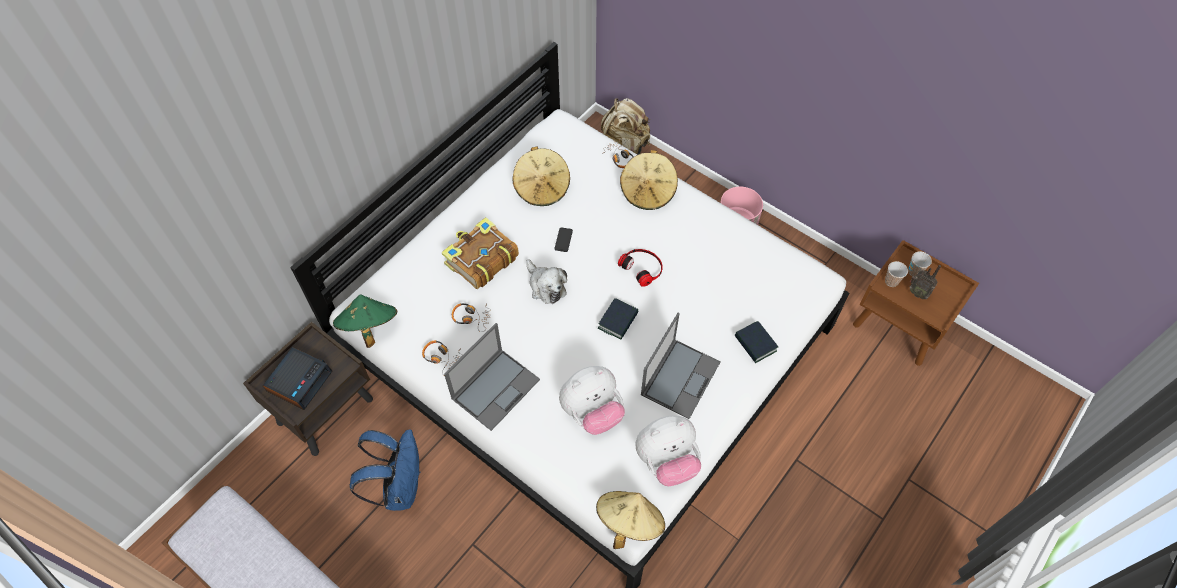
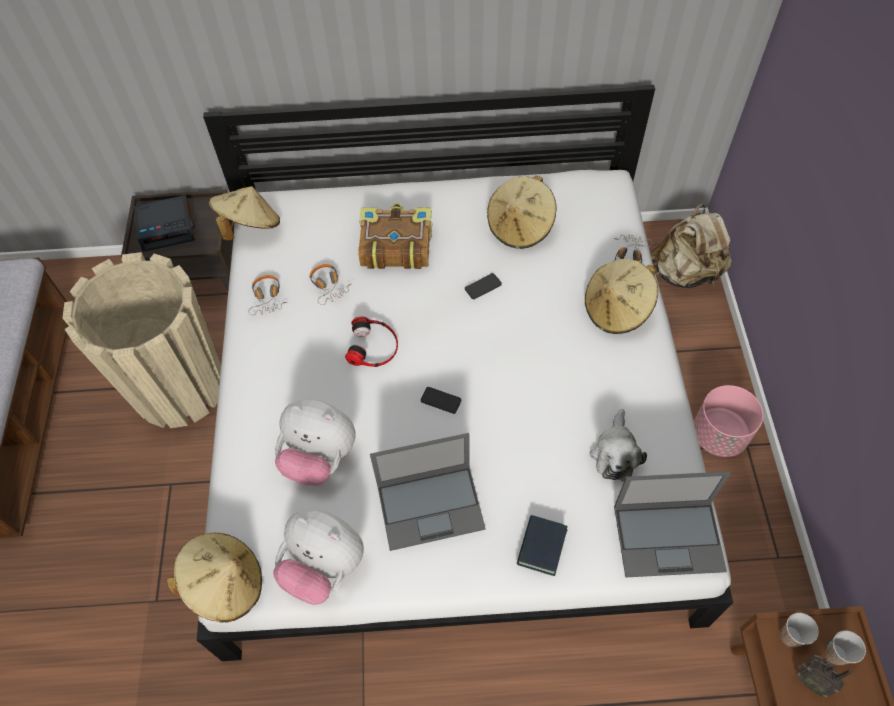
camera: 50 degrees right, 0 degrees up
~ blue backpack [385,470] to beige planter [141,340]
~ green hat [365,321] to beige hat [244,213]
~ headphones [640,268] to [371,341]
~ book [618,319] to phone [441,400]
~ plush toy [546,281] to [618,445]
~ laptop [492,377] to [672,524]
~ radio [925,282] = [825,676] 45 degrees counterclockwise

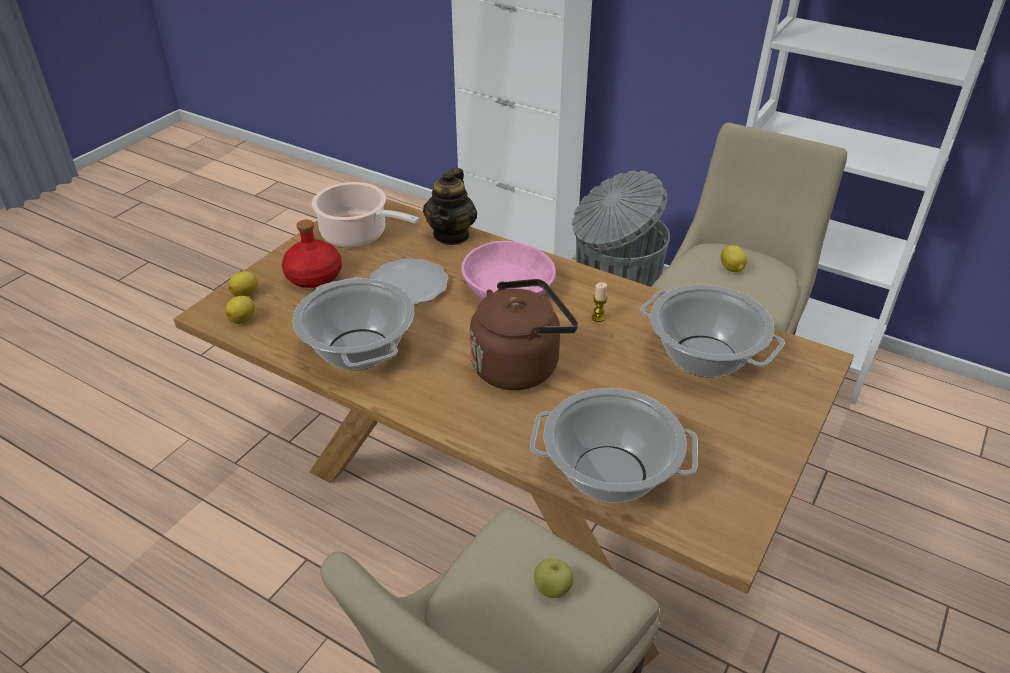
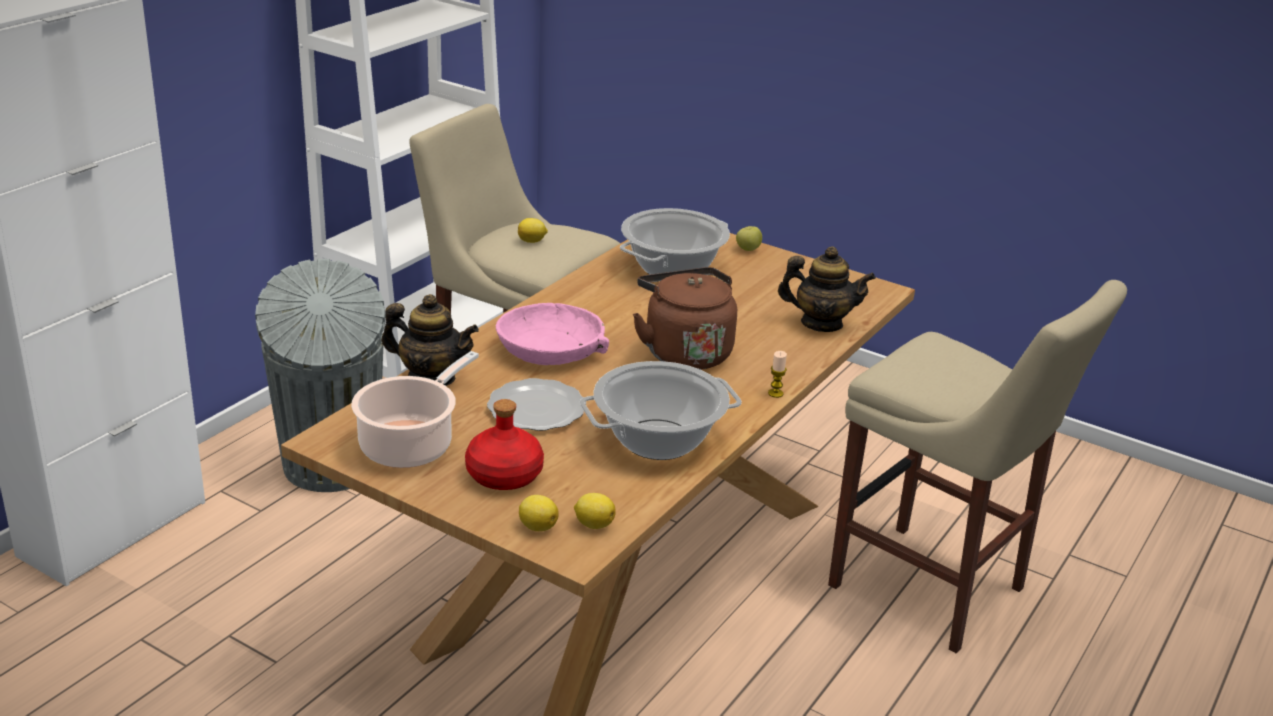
camera: 90 degrees left, 10 degrees down
~ apple [554,578] to [749,238]
~ candle [599,302] to [777,374]
~ cooking pot [614,445] to teapot [827,289]

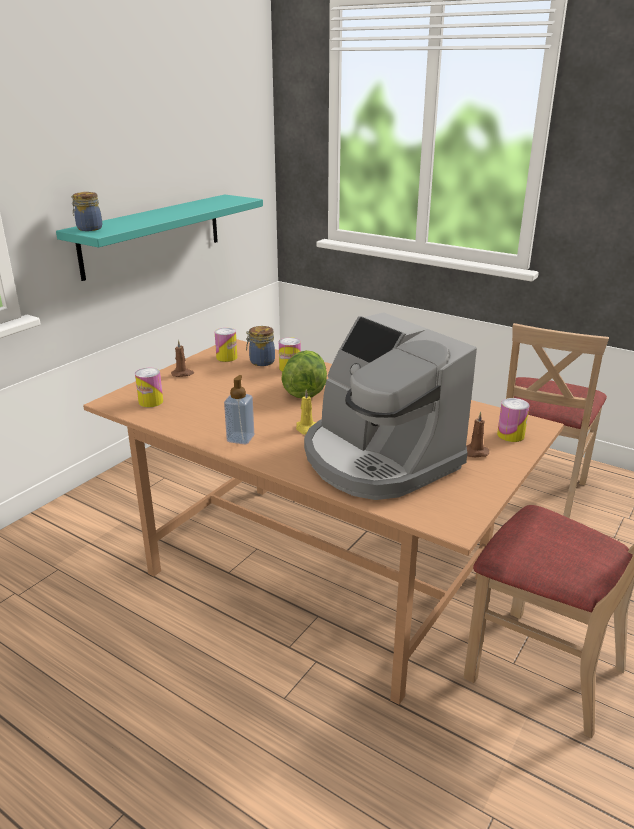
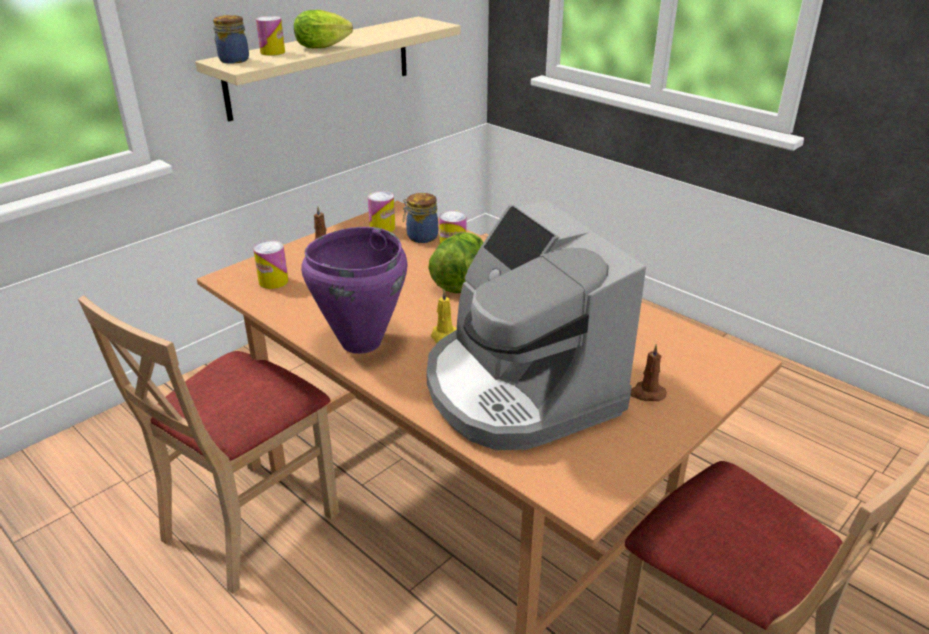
camera: 10 degrees right, 5 degrees up
~ beige chair [557,420] to [208,445]
~ turquoise shelf [159,237] to beige shelf [328,69]
~ can [513,420] to [270,36]
+ lettuce [323,29]
~ soap dispenser [239,409] to purple cooking pot [354,290]

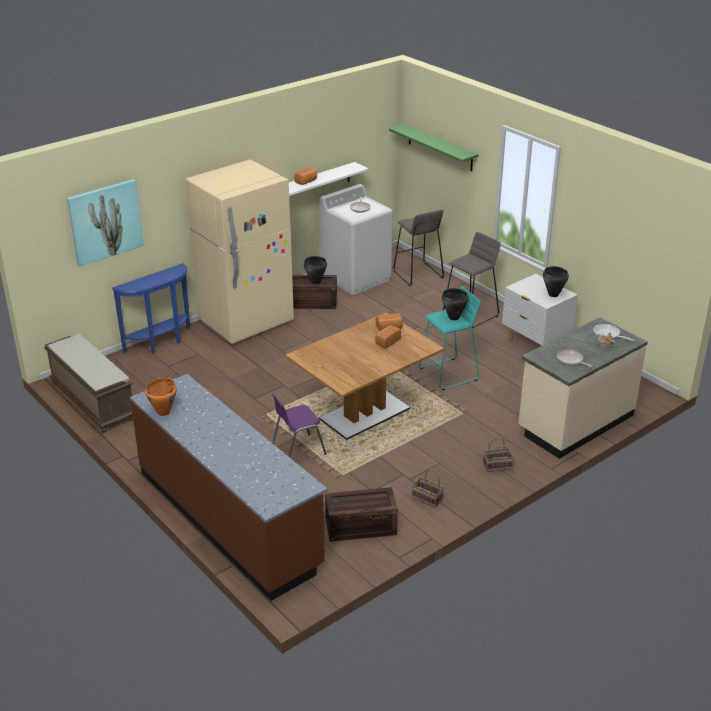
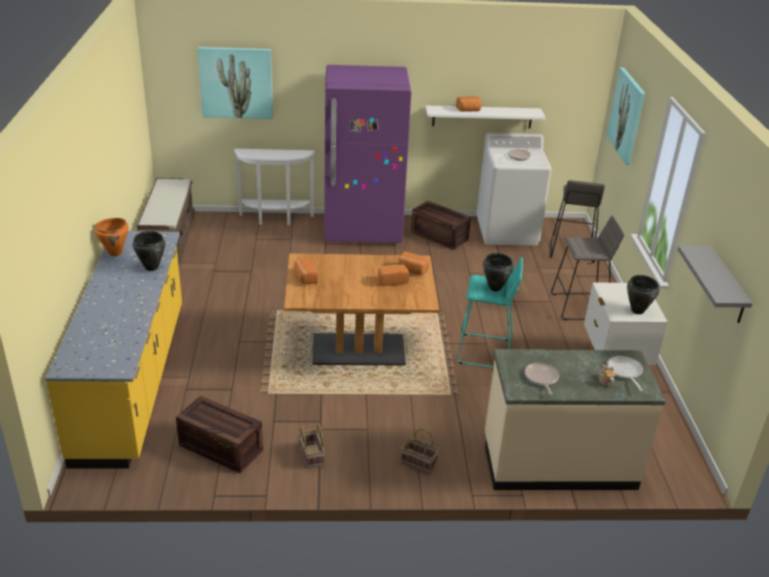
camera: 35 degrees right, 0 degrees up
~ brown counter [229,487] to yellow counter [113,350]
~ black cooking pot [315,270] to [149,251]
~ blue console table [151,308] to white console table [274,187]
+ bread [306,271]
~ beige fridge [239,252] to purple fridge [367,154]
~ green shelf [434,147] to picture [626,116]
+ grey shelf [715,284]
- purple chair [299,425]

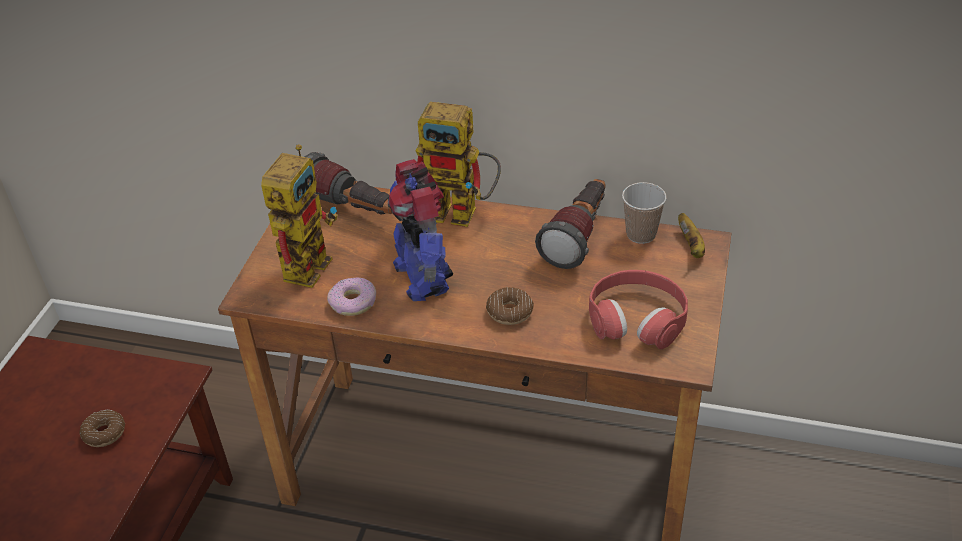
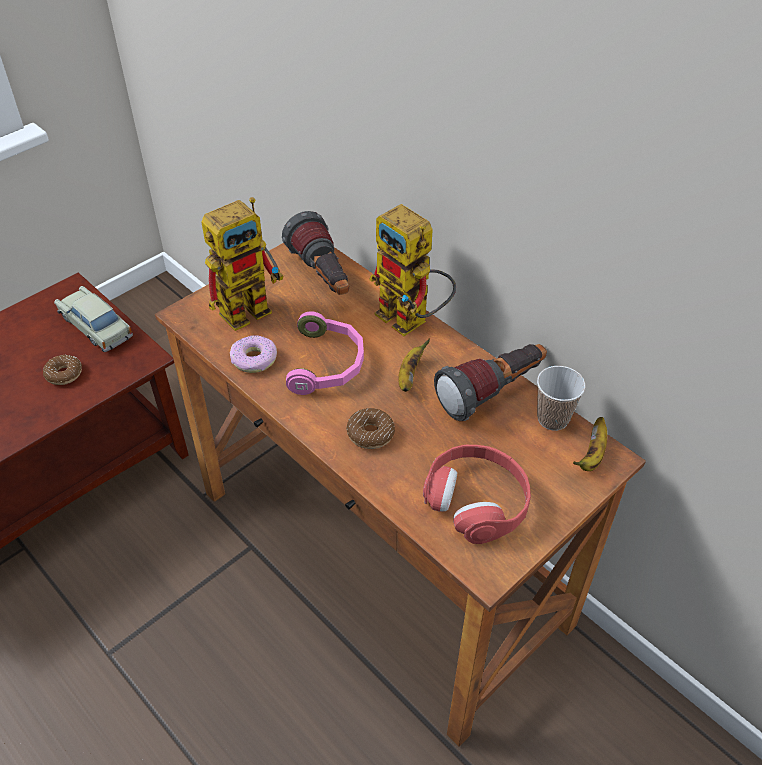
camera: 30 degrees right, 5 degrees up
+ beige toy car [93,319]
~ toy robot [420,230] to pink headphones [325,353]
+ banana [414,365]

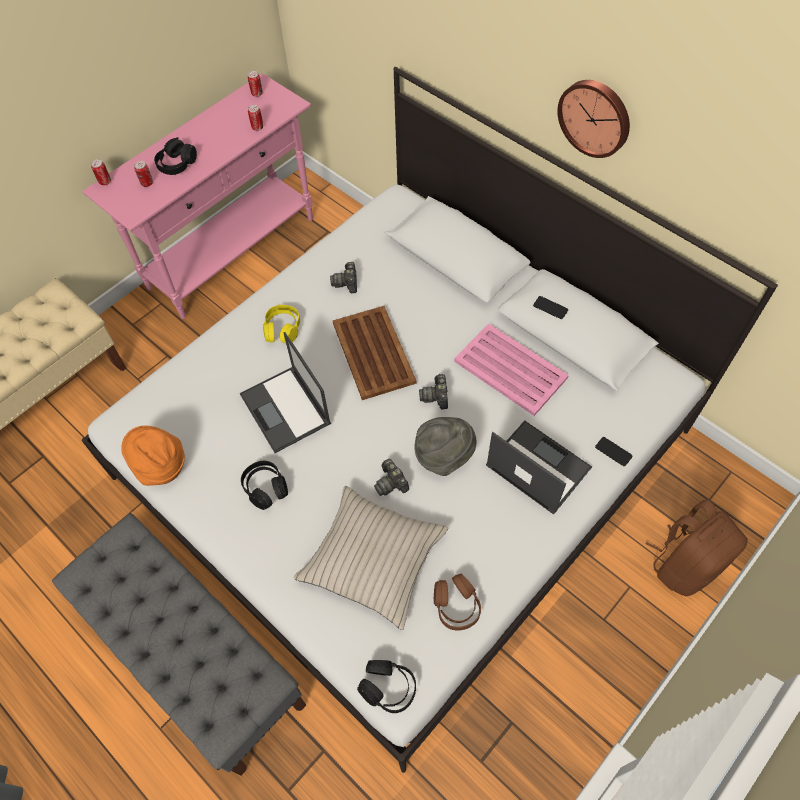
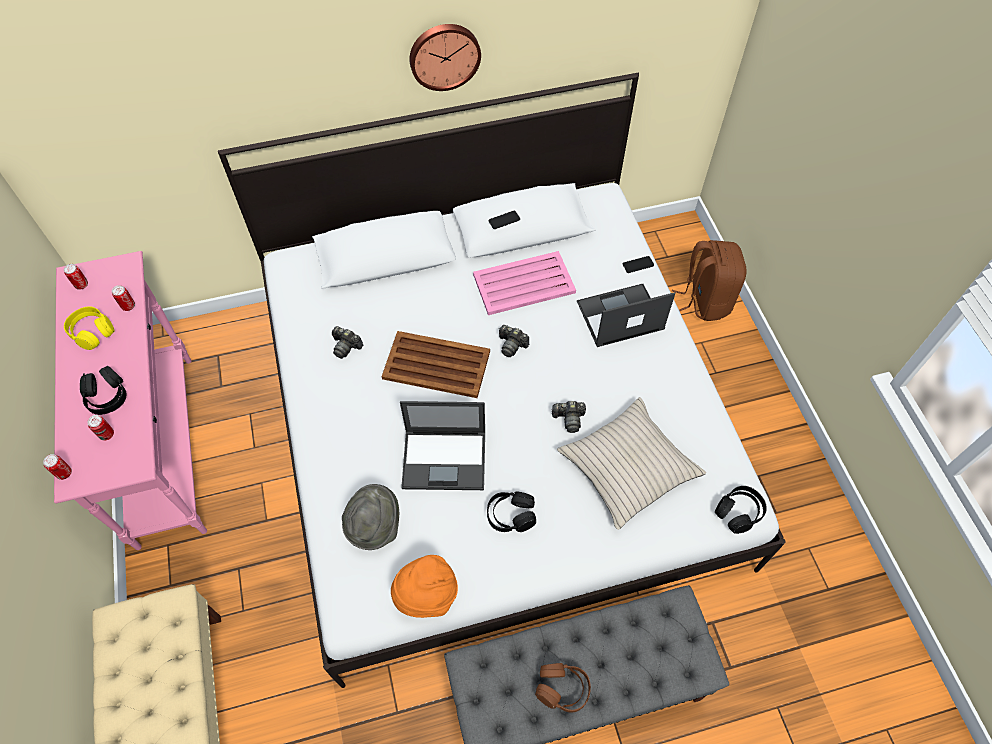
camera: 60 degrees left, 0 degrees up
~ yellow headphones [281,324] to [89,328]
~ grey hat [445,446] to [370,517]
~ brown headphones [457,602] to [563,688]

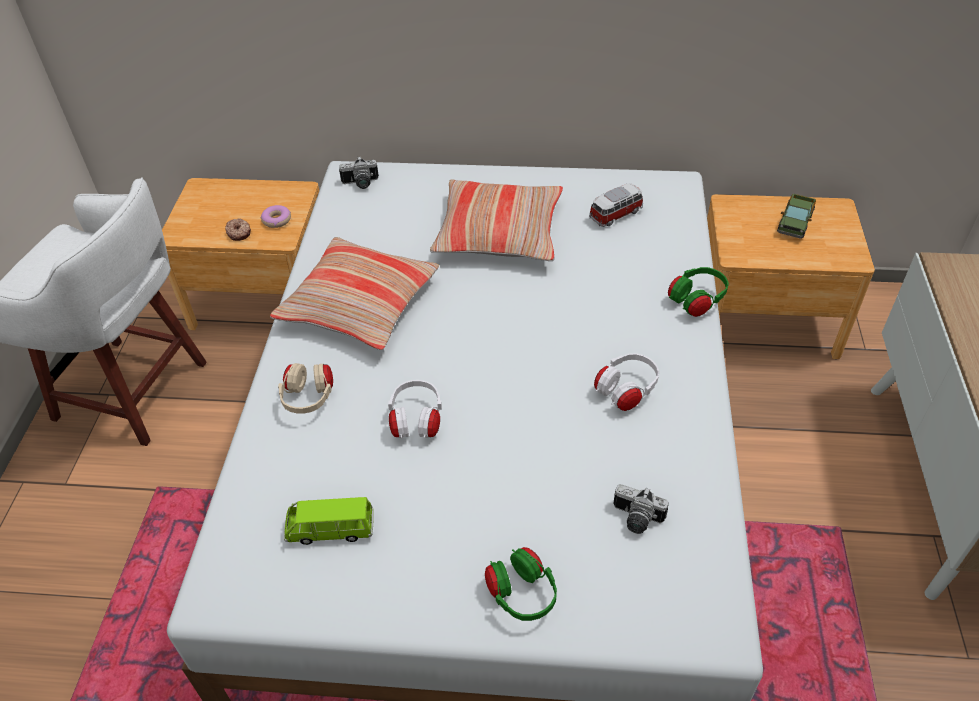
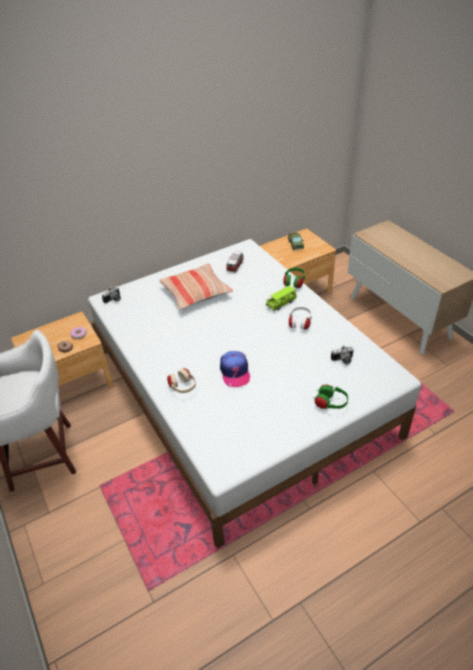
camera: 35 degrees left, 5 degrees down
~ white headphones [415,409] to cap [235,369]
~ green toy car [329,521] to [281,298]
- pillow [354,293]

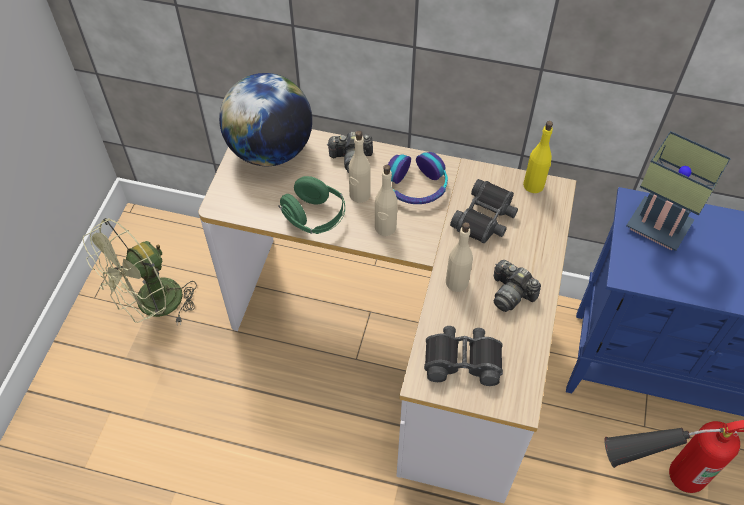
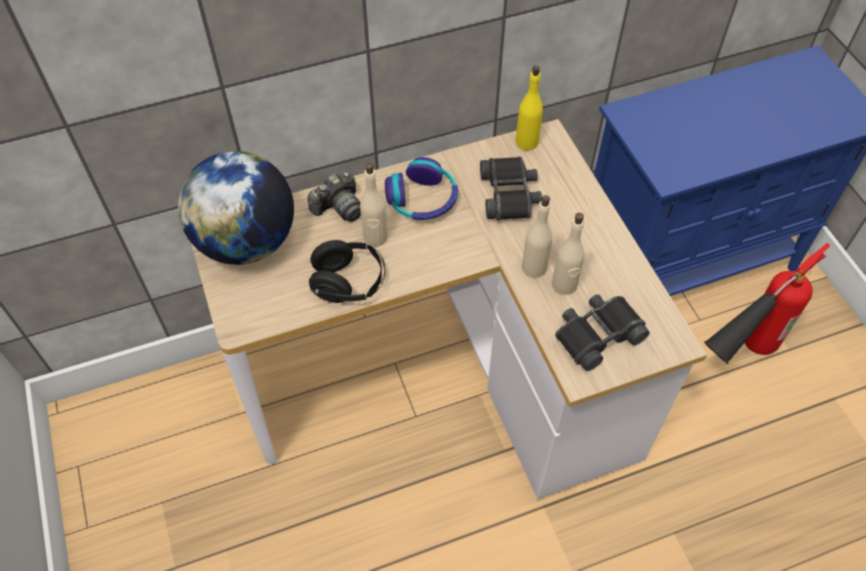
camera: 35 degrees left, 0 degrees up
~ green headphones [312,205] to black headphones [347,271]
~ beige bottle [386,200] to [568,254]
- green fan [140,271]
- photo camera [517,286]
- table lamp [678,191]

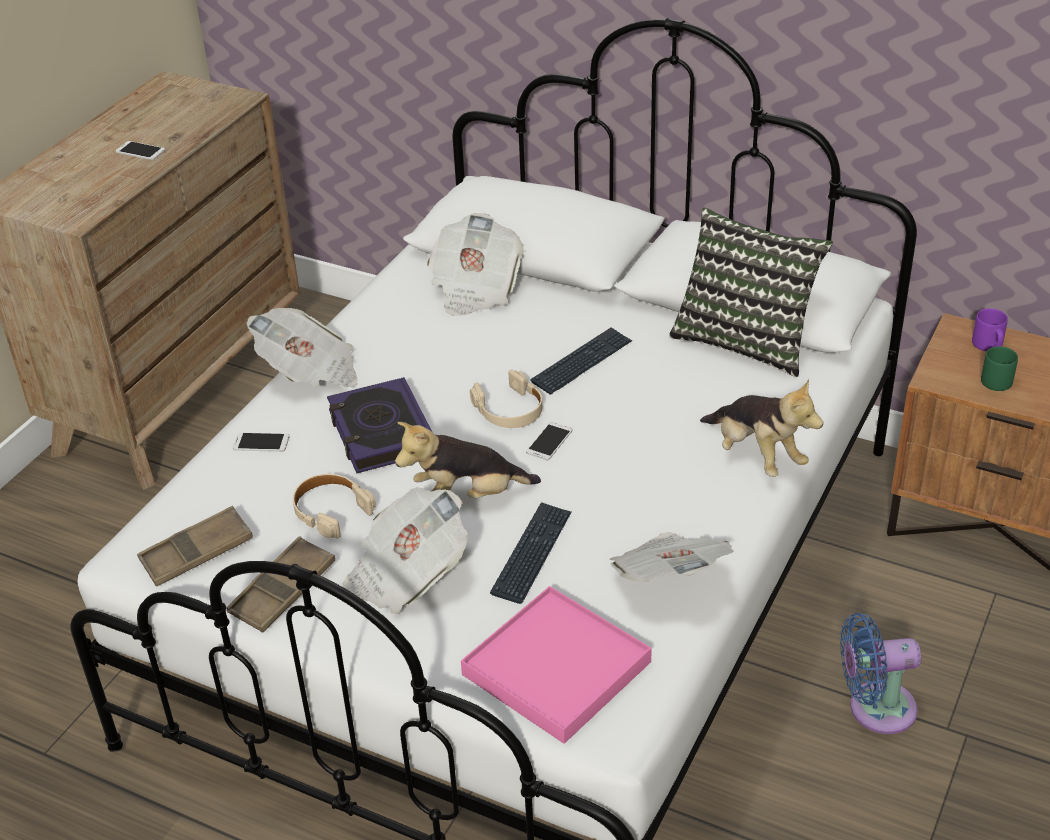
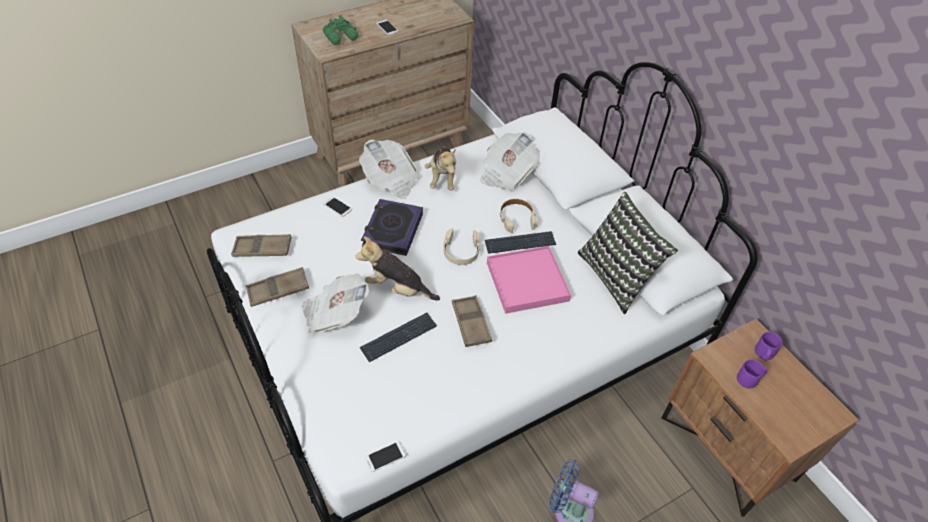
camera: 30 degrees right, 10 degrees up
+ green binoculars [341,30]
~ phone [549,441] to [385,456]
~ plush toy [762,428] to [440,169]
+ brown tray [472,321]
~ pink tray [556,665] to [529,280]
~ beige headphones [334,506] to [519,215]
~ green mug [999,368] to purple mug [752,374]
- newspaper [671,557]

